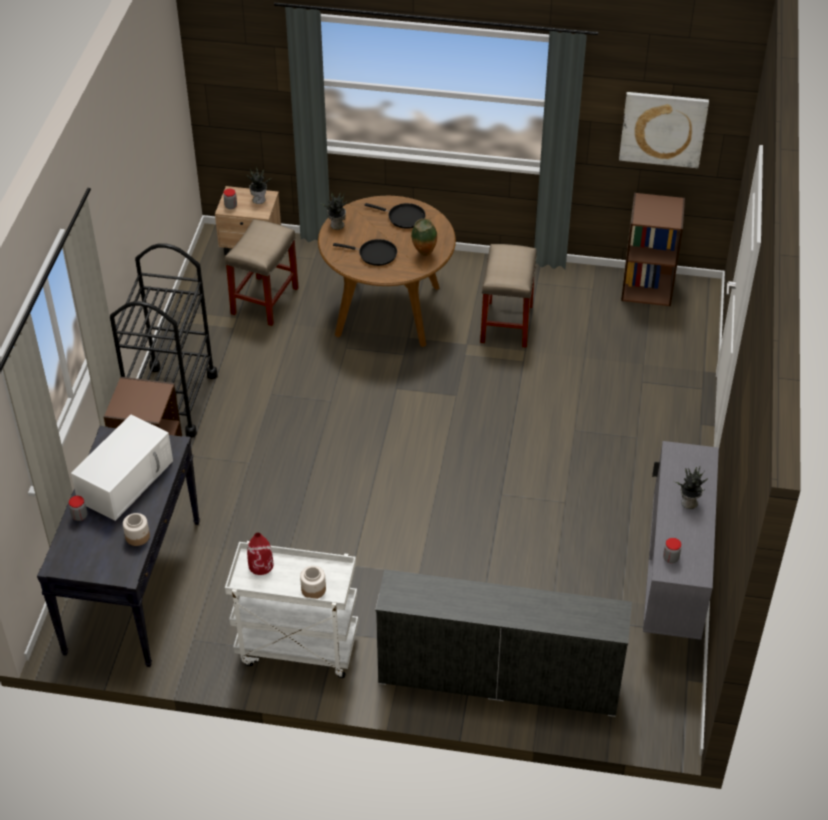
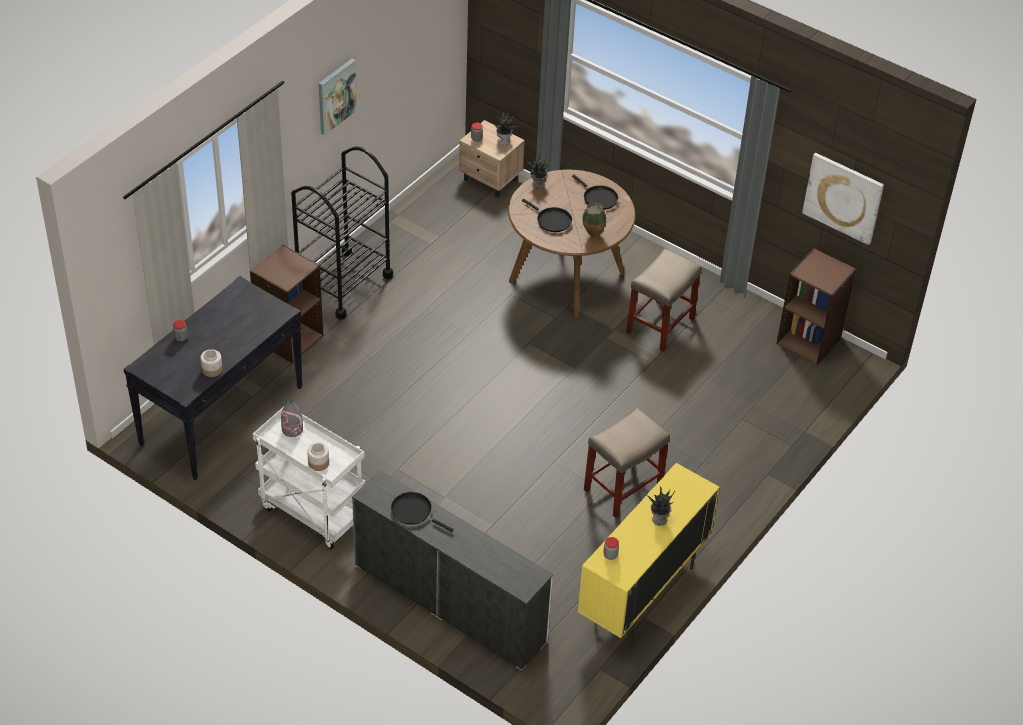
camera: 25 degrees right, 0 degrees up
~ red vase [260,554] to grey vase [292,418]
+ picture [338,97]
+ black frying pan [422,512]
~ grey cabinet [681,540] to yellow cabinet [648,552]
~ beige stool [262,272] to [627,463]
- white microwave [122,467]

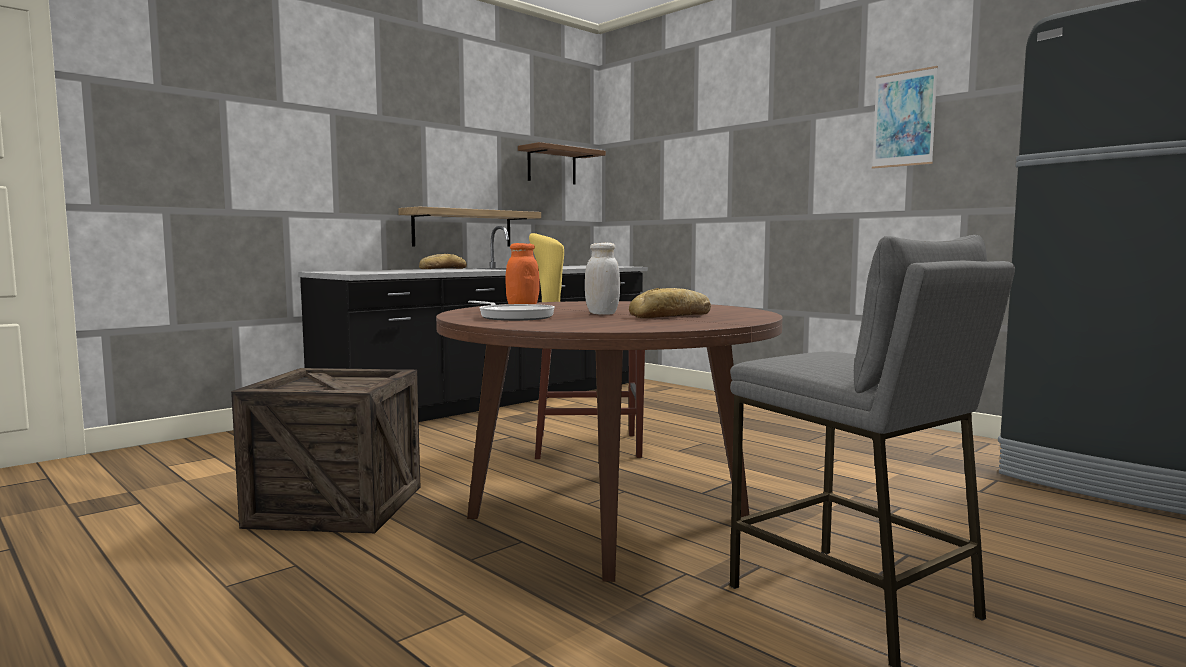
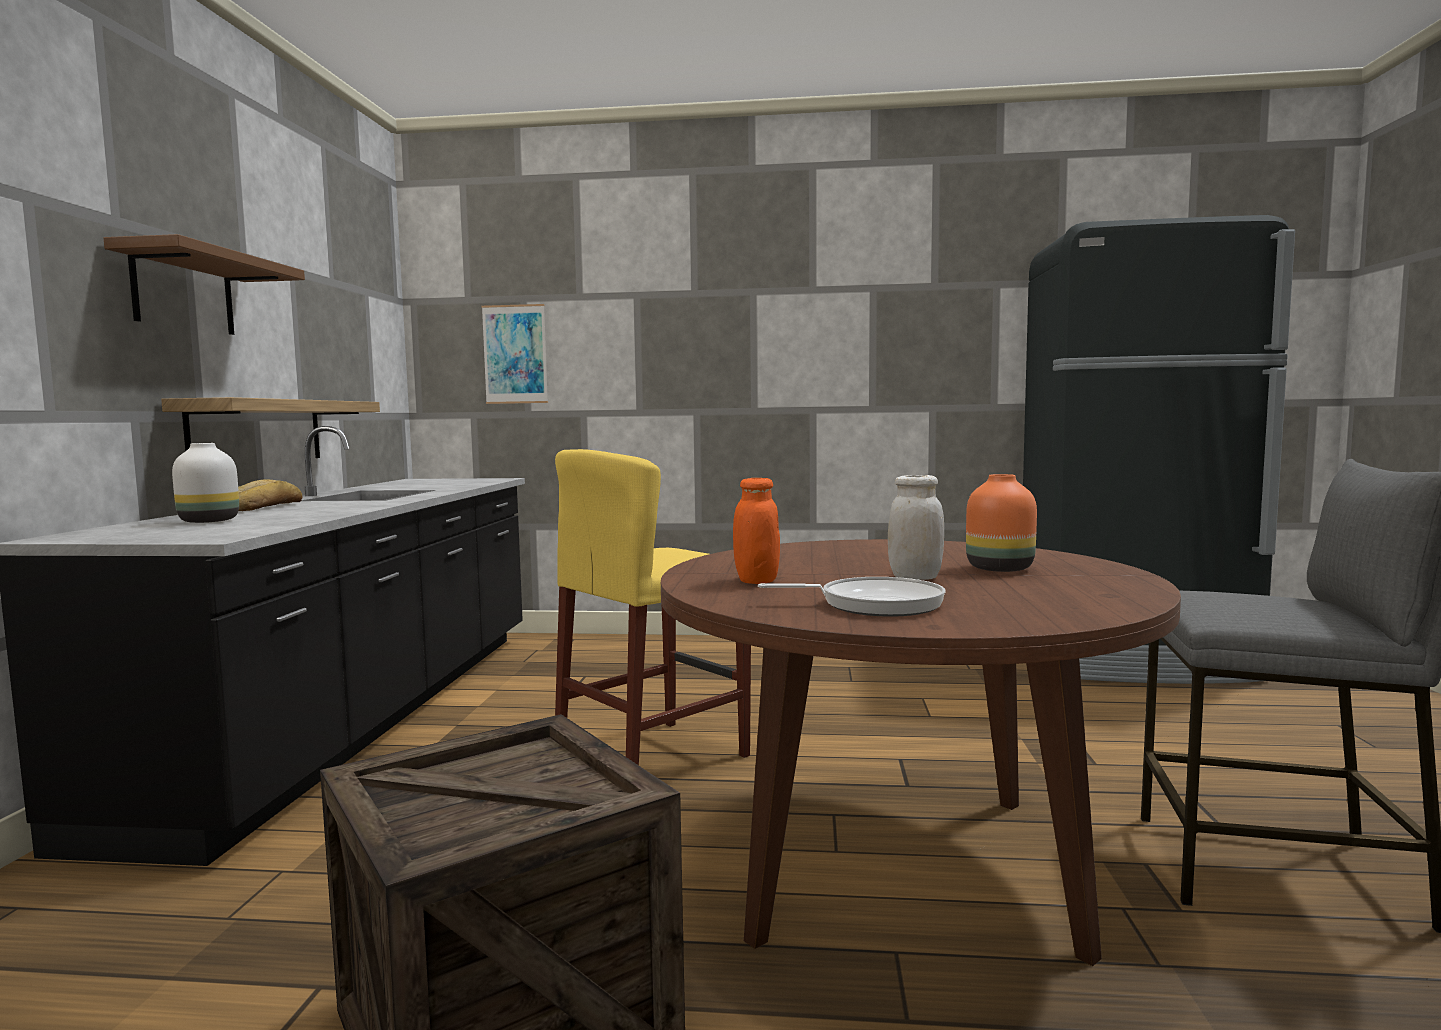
camera: 40 degrees left, 0 degrees up
~ brown shelf [562,163] to [204,284]
+ white vase [205,483]
~ picture [905,117] to [515,354]
~ bread [670,303] to orange vase [1001,523]

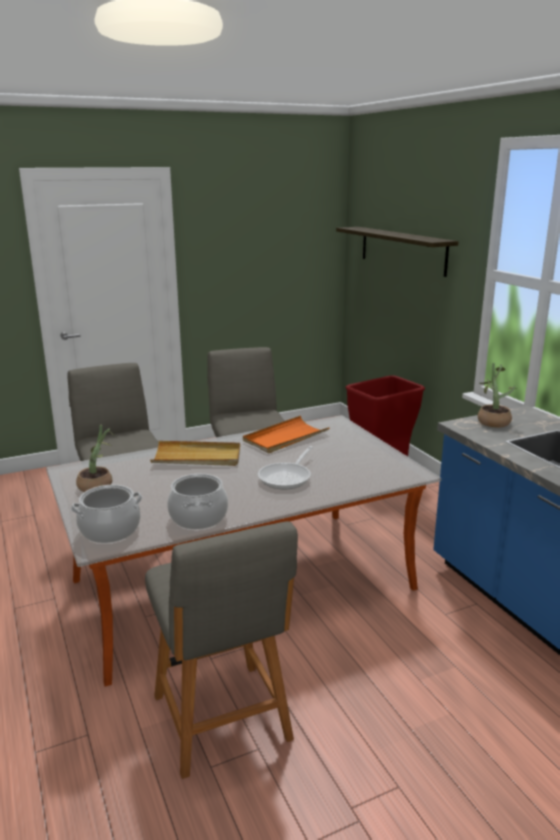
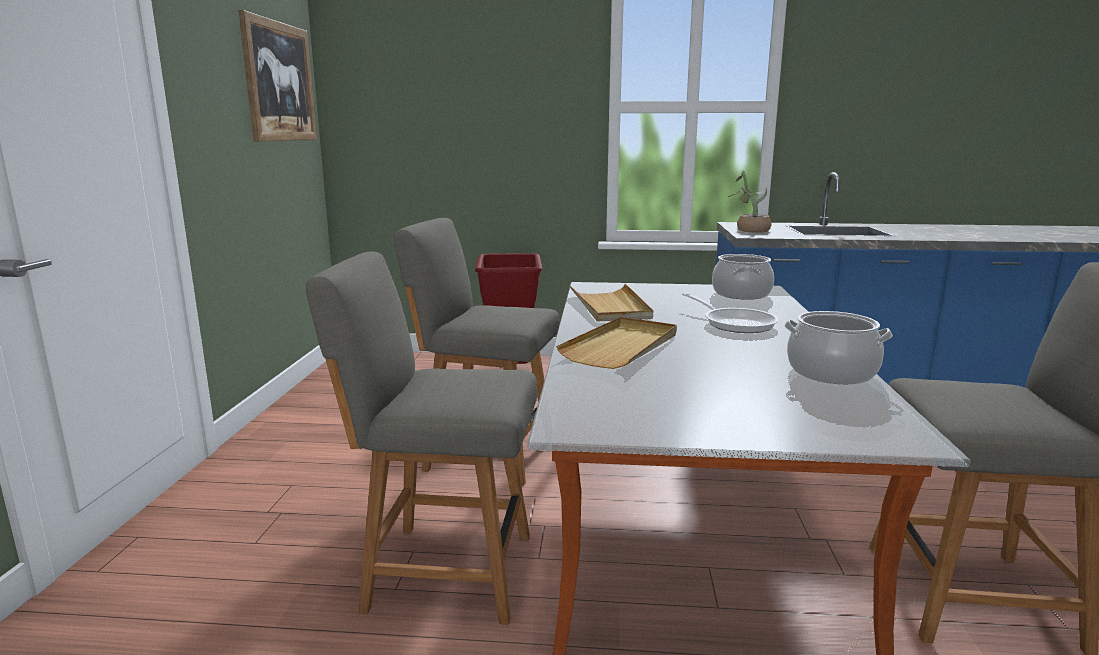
camera: 60 degrees left, 5 degrees down
+ picture [277,75]
~ orange tray [286,434] to beige tray [611,303]
~ cooking pot [106,514] to [743,277]
- potted plant [96,458]
- shelf [397,252]

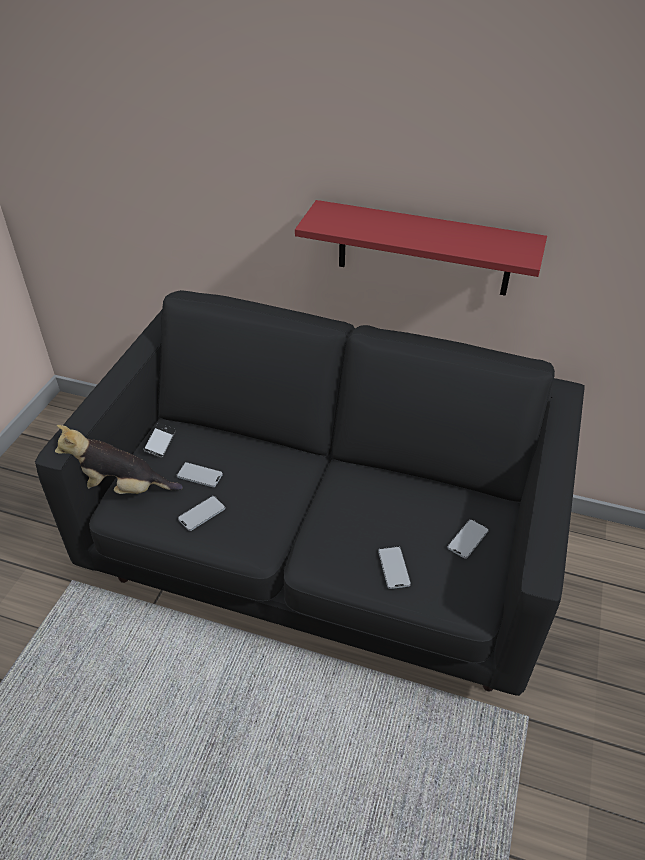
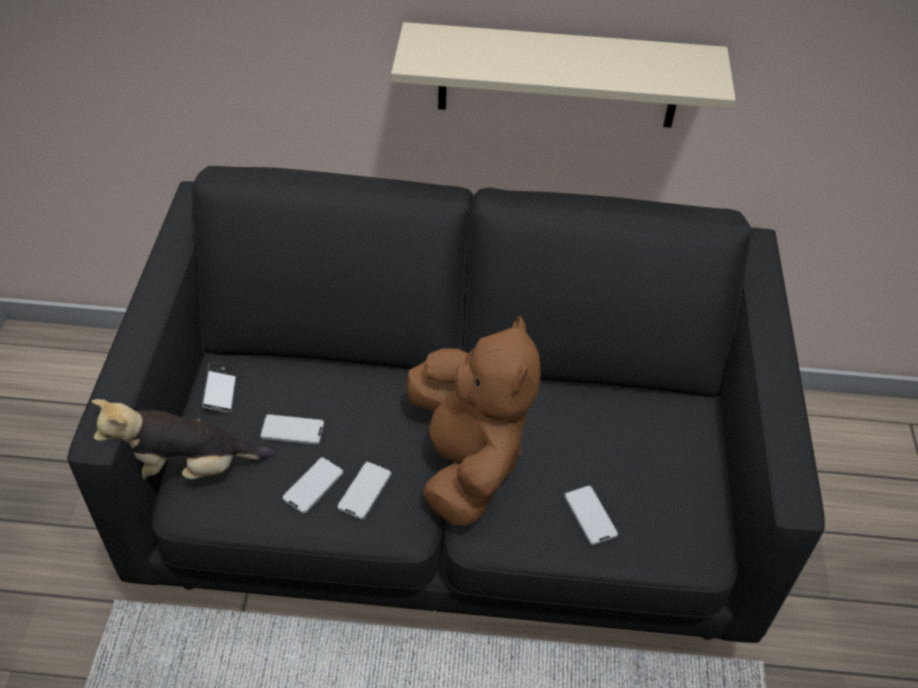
camera: 15 degrees left, 5 degrees up
~ phone [468,539] to [364,490]
~ red shelf [421,248] to beige shelf [563,75]
+ brown plush toy [473,420]

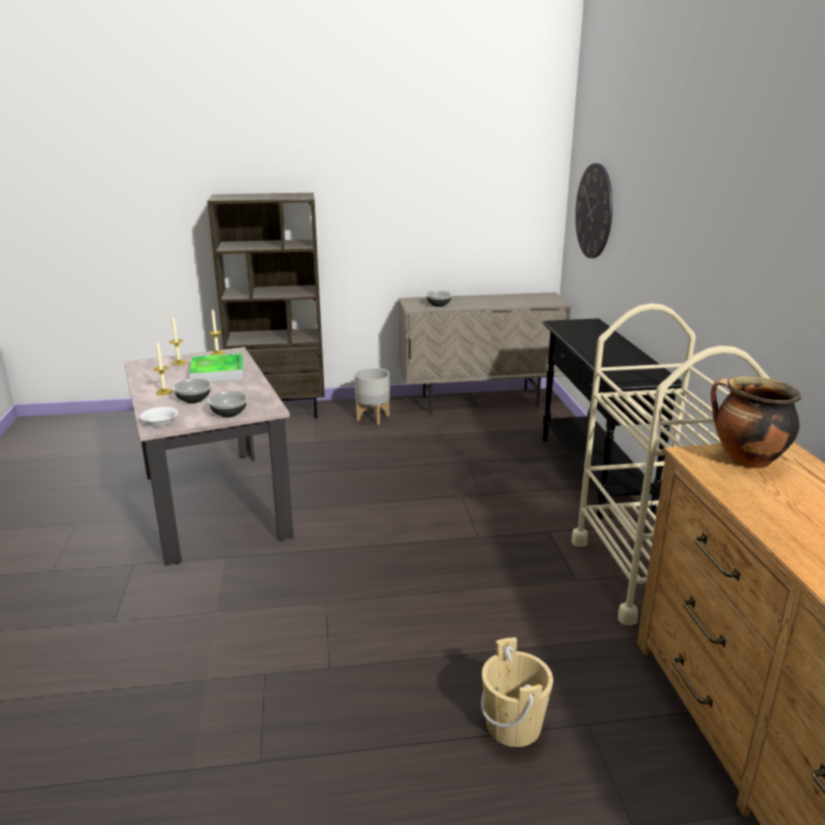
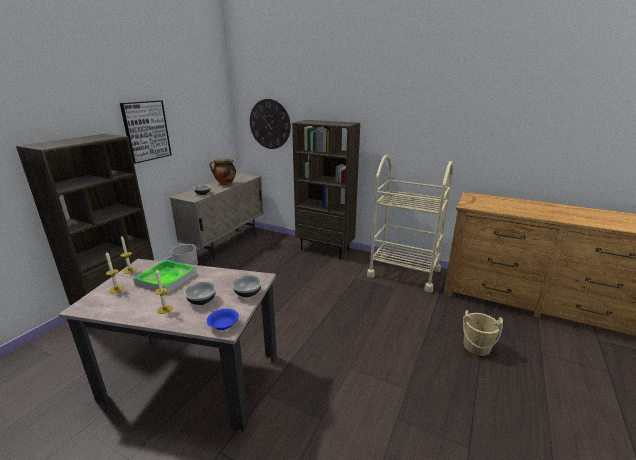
camera: 55 degrees left, 0 degrees up
+ picture [146,132]
~ white bowl [159,417] to blue bowl [223,319]
~ cooking pot [756,422] to [222,172]
~ black console table [612,418] to brown bookcase [326,189]

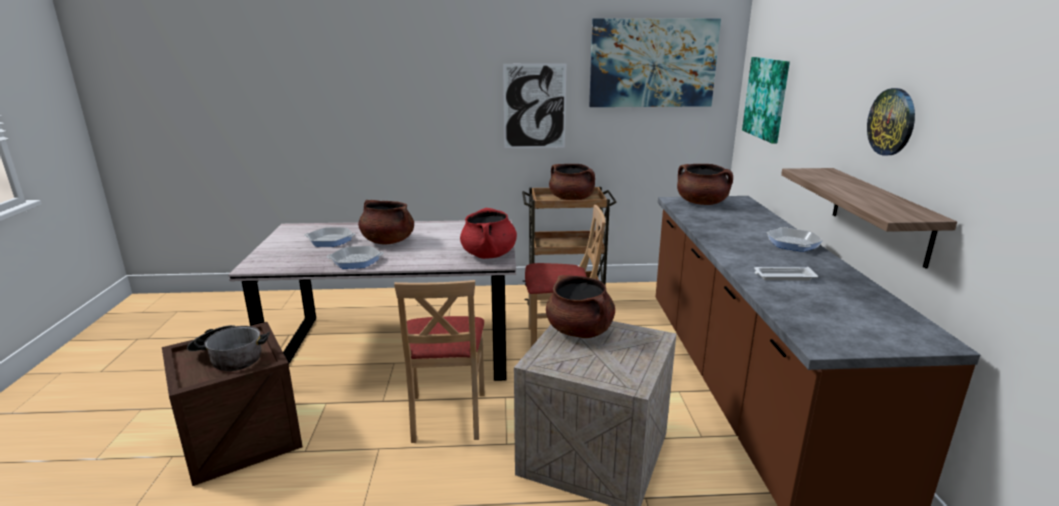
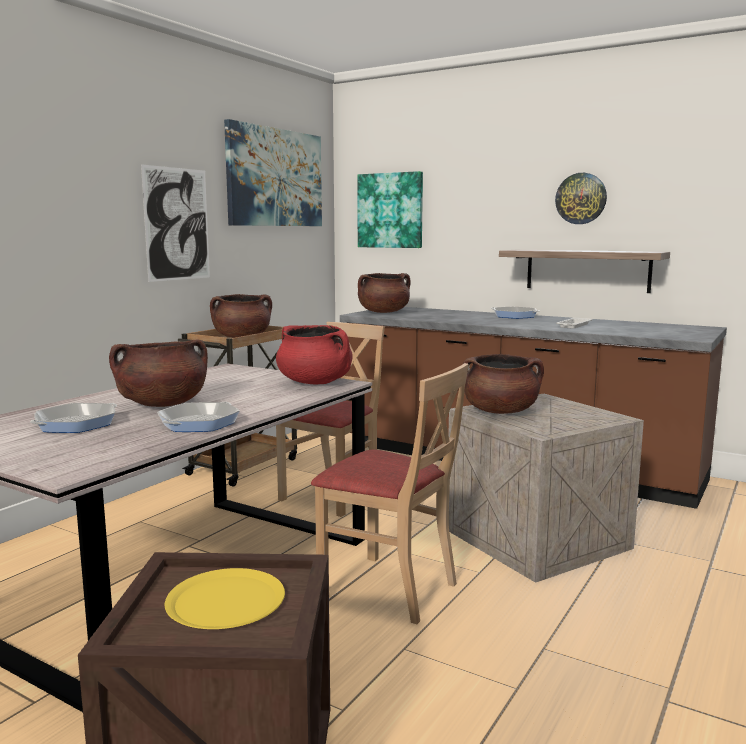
camera: 55 degrees left, 10 degrees down
~ cooking pot [228,348] to yellow plate [225,598]

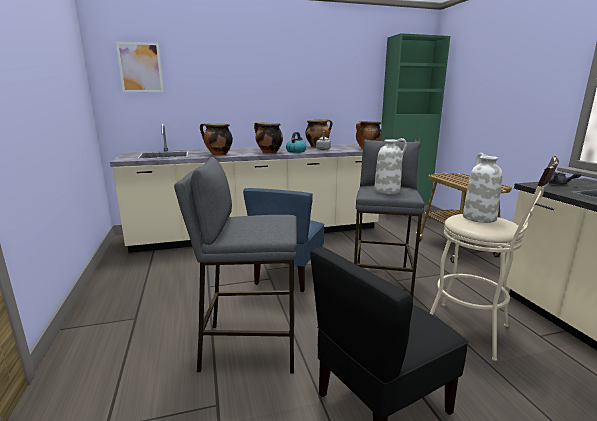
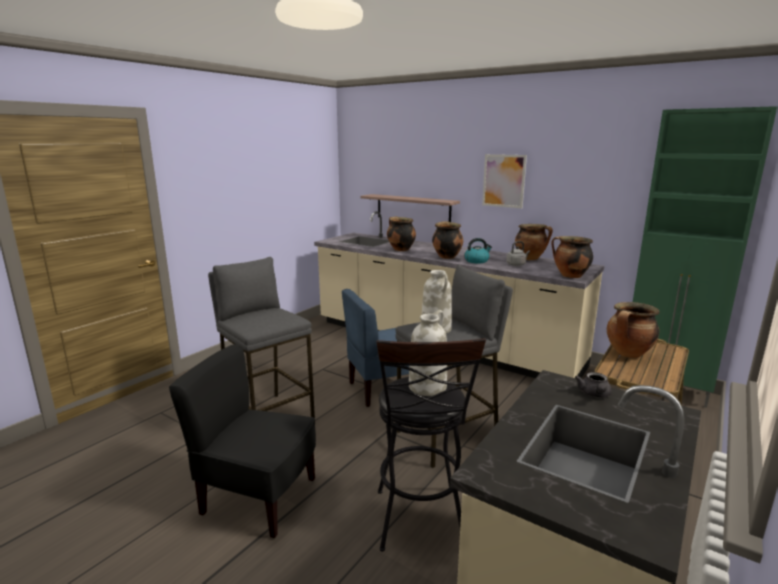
camera: 50 degrees right, 0 degrees up
+ shelf [410,208]
~ beige stool [494,258] to black stool [431,445]
~ picture [140,67] to [504,181]
+ cooking pot [633,330]

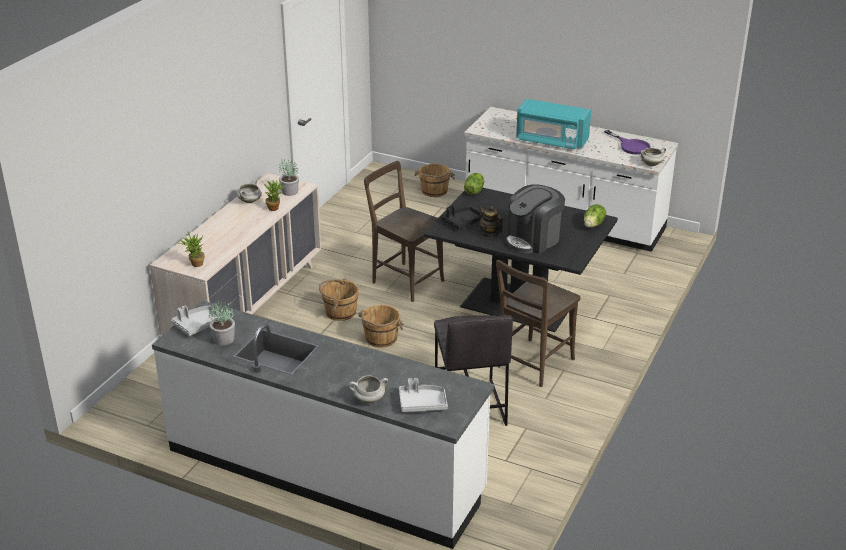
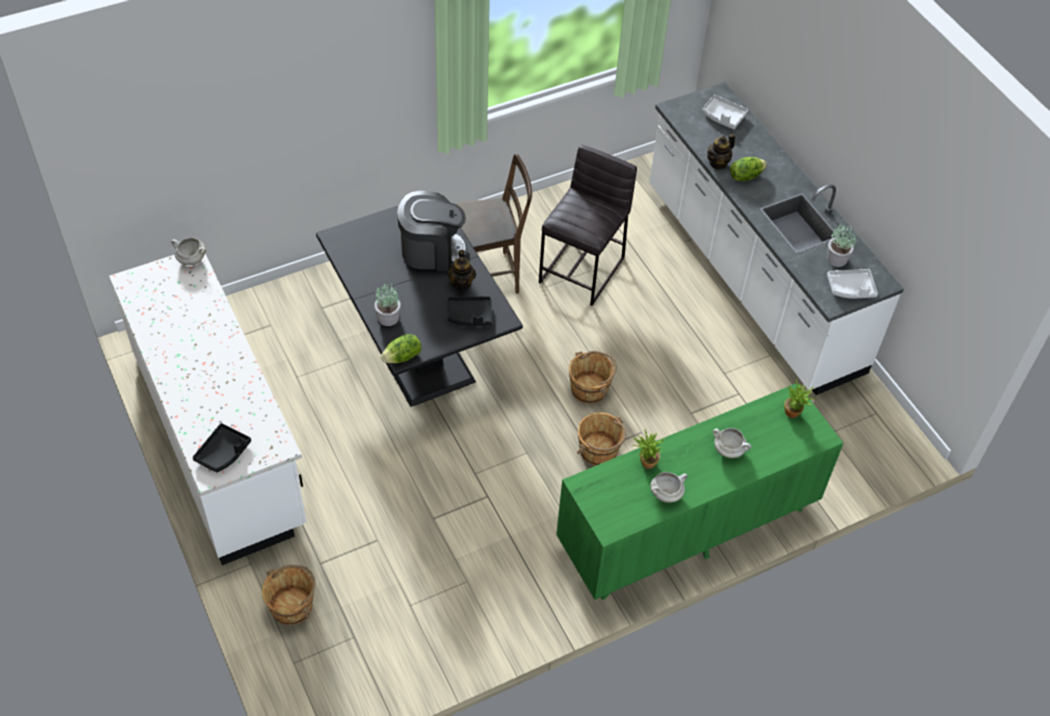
camera: 145 degrees left, 20 degrees up
+ black tray [222,447]
~ potted plant [289,178] to [387,304]
~ beige dresser [235,254] to green dresser [700,491]
+ teapot [721,152]
~ white cooking pot [368,389] to [732,443]
~ lettuce [595,216] to [748,169]
- brown chair [404,231]
- turquoise microwave [553,124]
- purple frying pan [627,142]

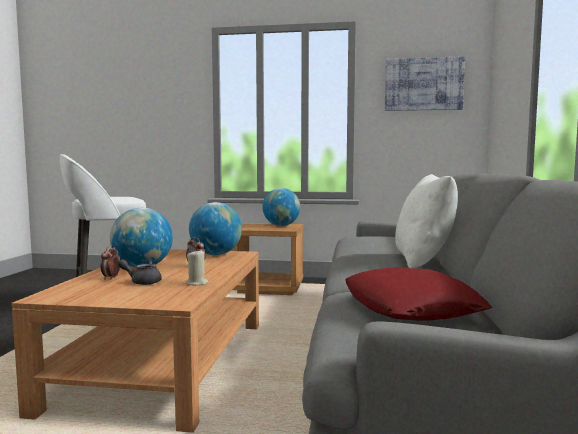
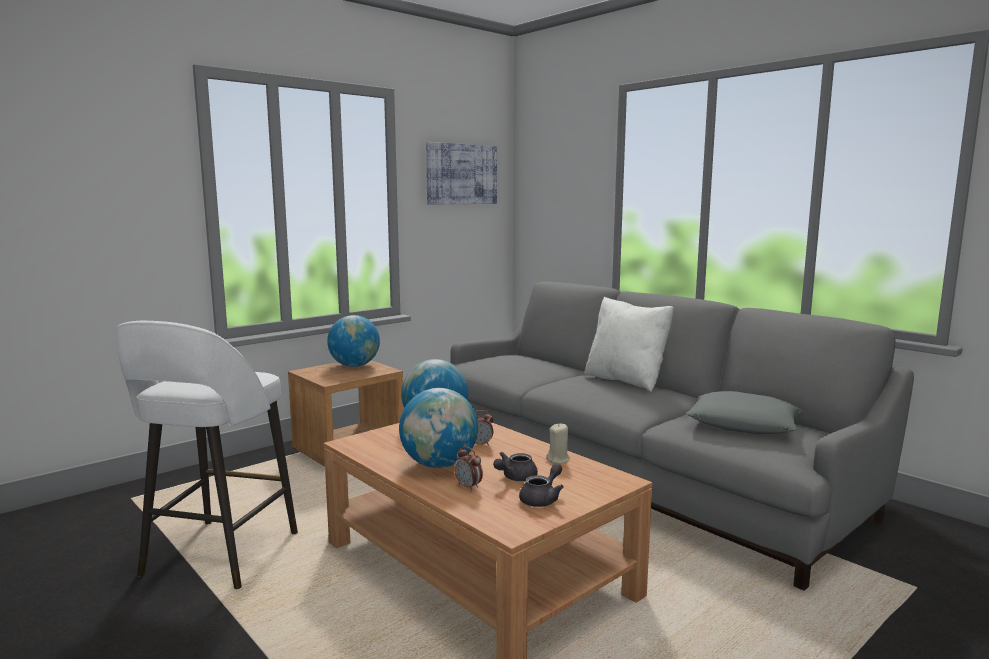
camera: 50 degrees left, 5 degrees up
+ grey teapot [541,485]
~ red pillow [418,294] to grey pillow [744,412]

